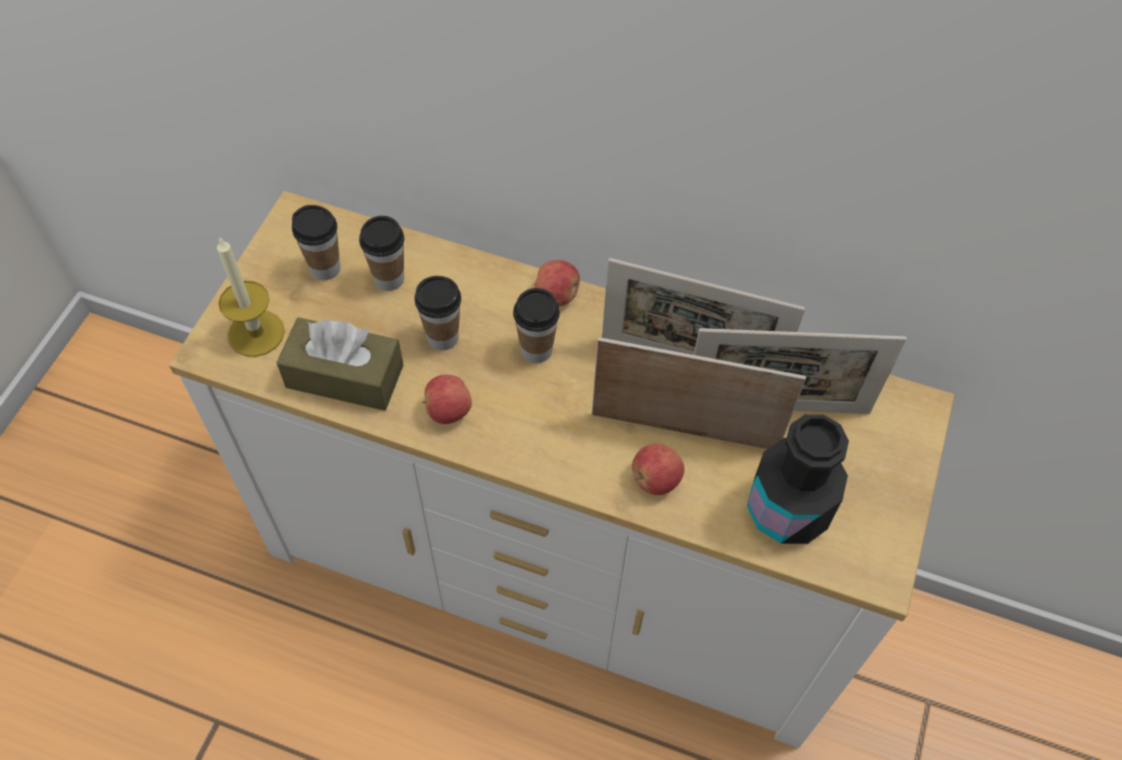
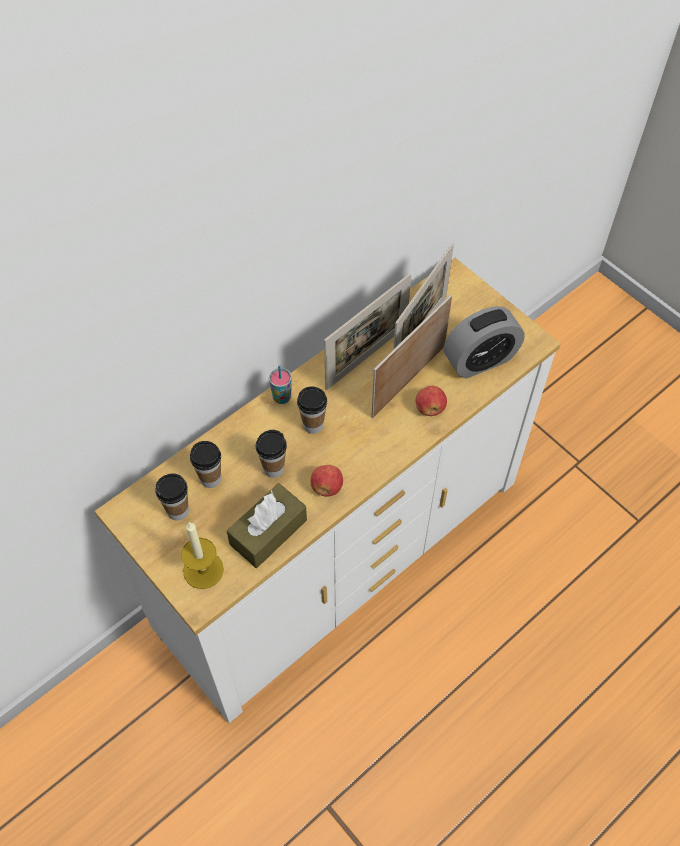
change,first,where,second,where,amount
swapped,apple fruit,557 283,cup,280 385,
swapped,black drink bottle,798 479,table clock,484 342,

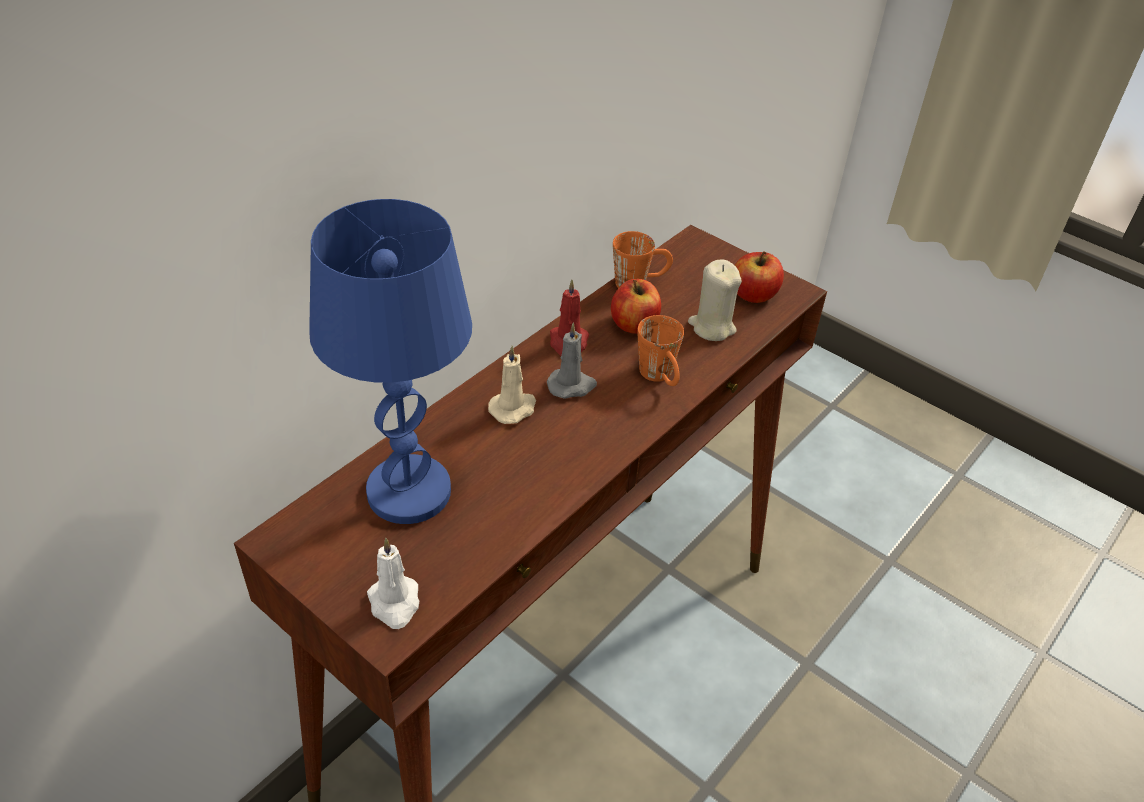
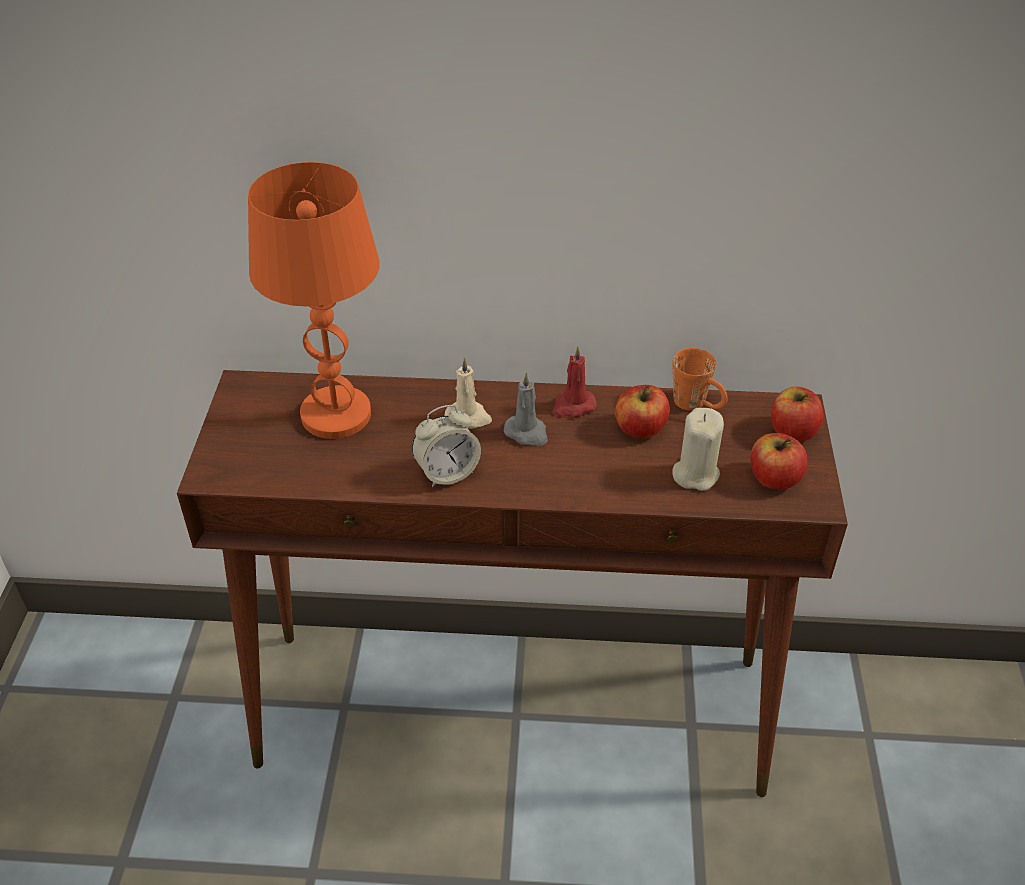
change,first,where,second,where,amount
repainted,blue-coloured tabletop lamp,390 361,orange-coloured tabletop lamp,314 300,
gone,orange-coloured mug,660 350,,,
gone,white-coloured wax light,393 583,,,
new,,,apple fruit,797 414,
new,,,table clock,446 446,

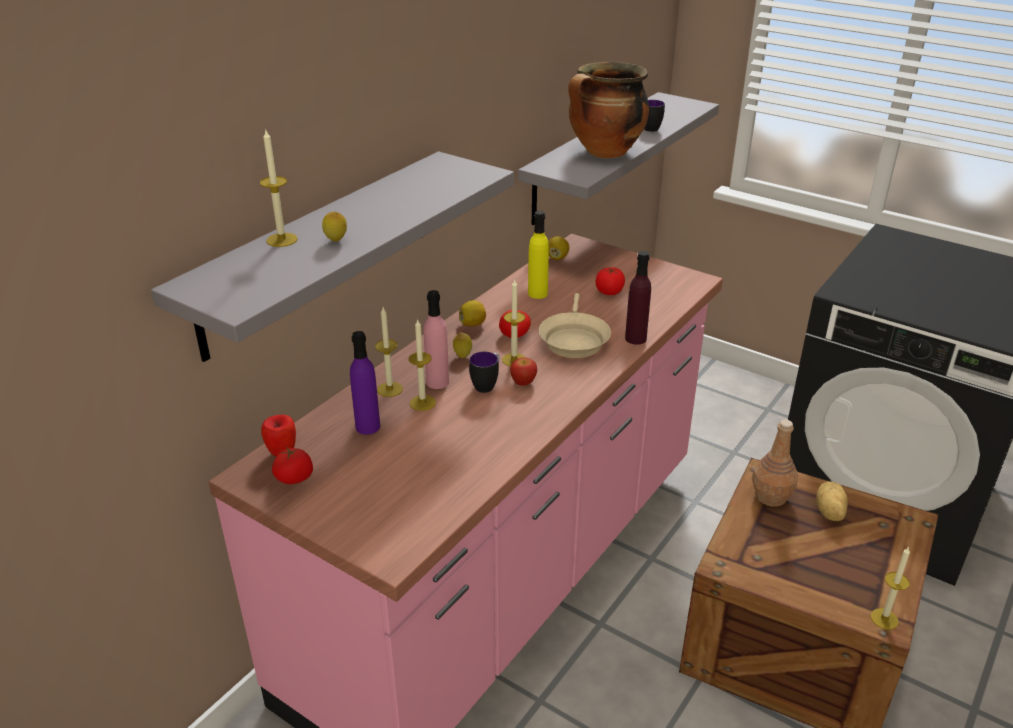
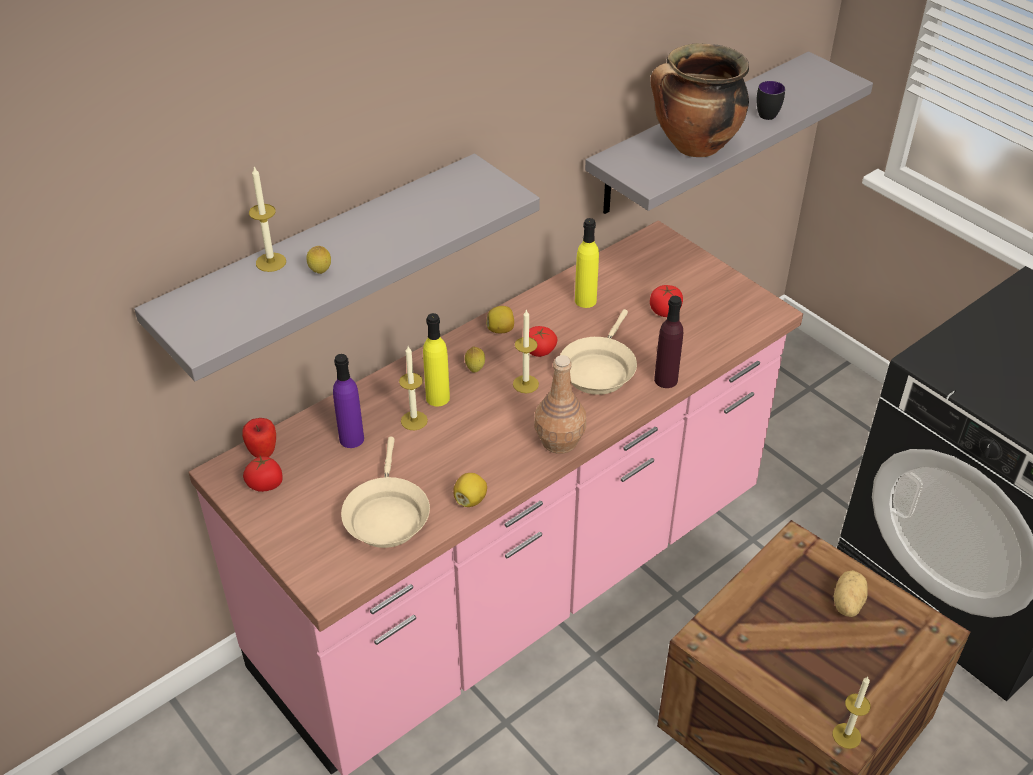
change,first,where,second,where,amount
shifted,citrus fruit,558 248,,470 490,
repainted,pink drink bottle,436 339,yellow-coloured drink bottle,436 359,
gone,wax light,389 352,,,
gone,mug,484 372,,,
gone,apple fruit,523 372,,,
shifted,brown-coloured drink bottle,775 463,,560 404,
new,,,sand-coloured frying pan,385 492,

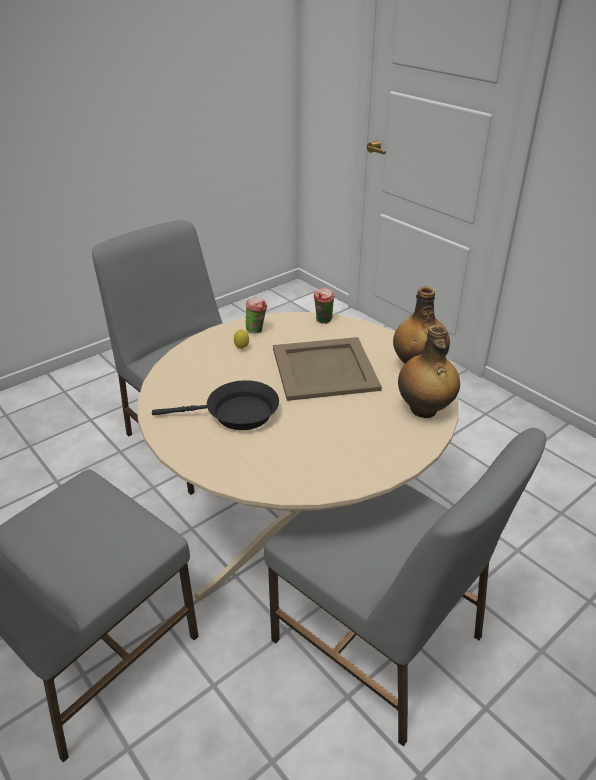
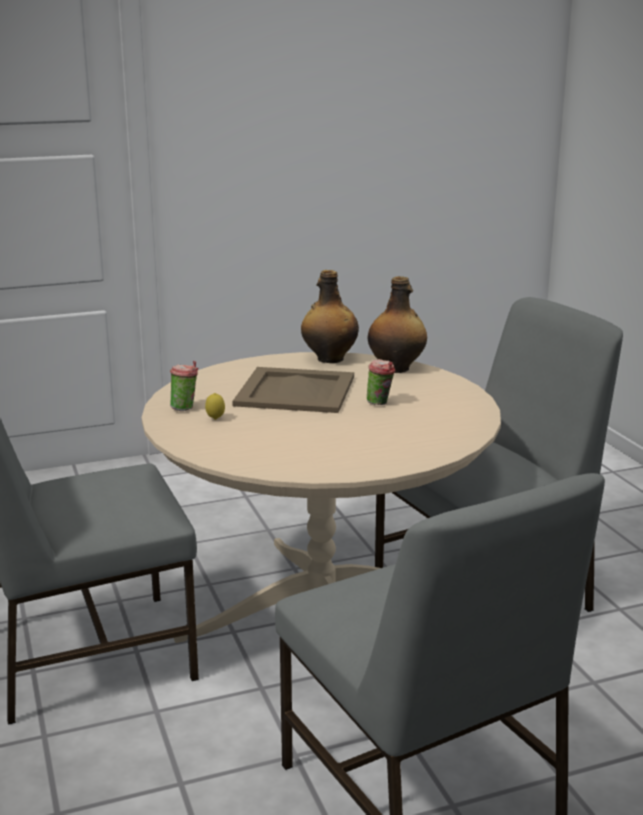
change,first,where,second,where,amount
shifted,cup,324 306,,381 382,
gone,black frying pan,215 405,,,

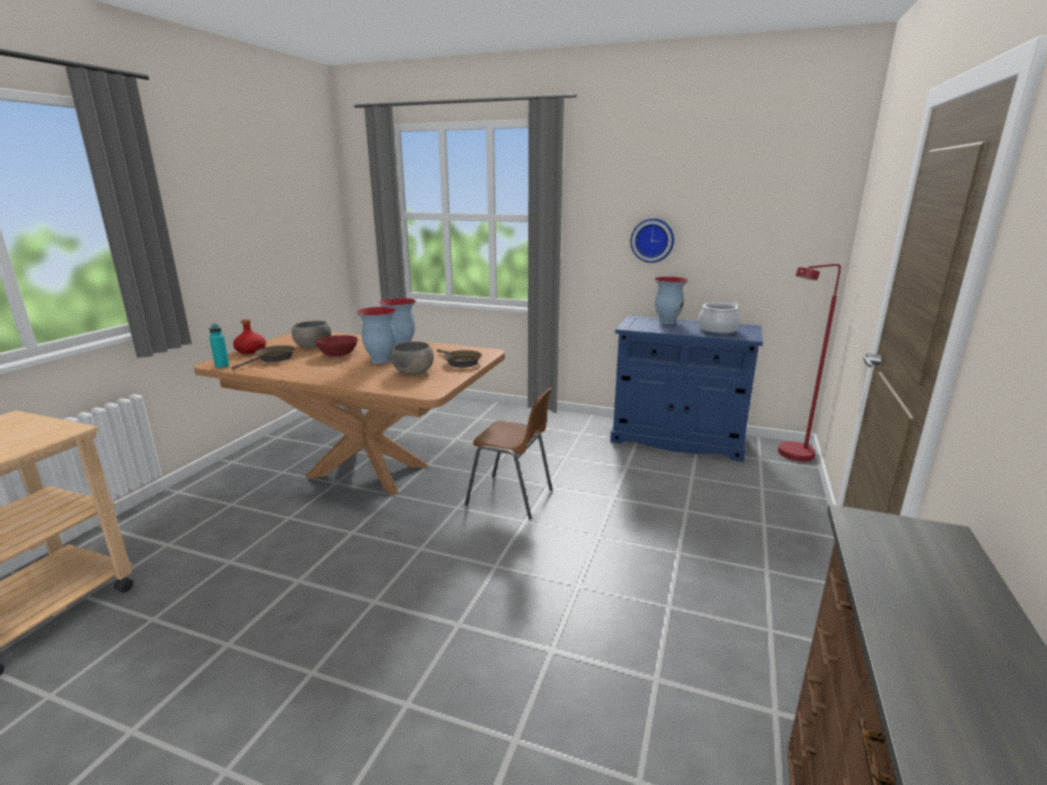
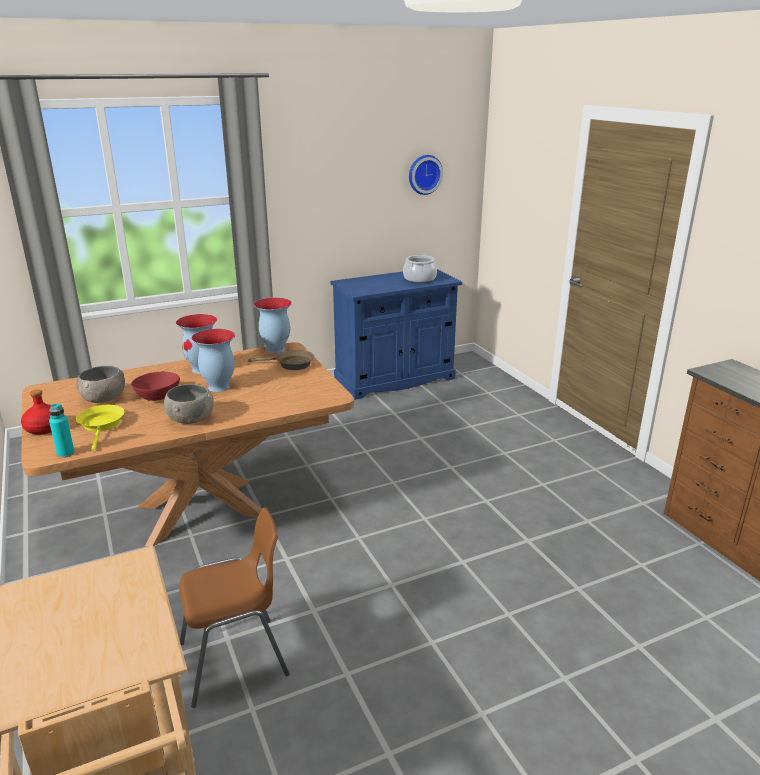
change,first,where,second,where,amount
shifted,wall clock,652 240,,426 175,
gone,red-coloured floor lamp,809 363,,,
shifted,flower vase,671 300,,273 325,
shifted,grey bowl,412 357,,189 404,
repainted,brown-coloured frying pan,263 357,yellow-coloured frying pan,100 428,
shifted,brown-coloured chair,509 453,,234 608,

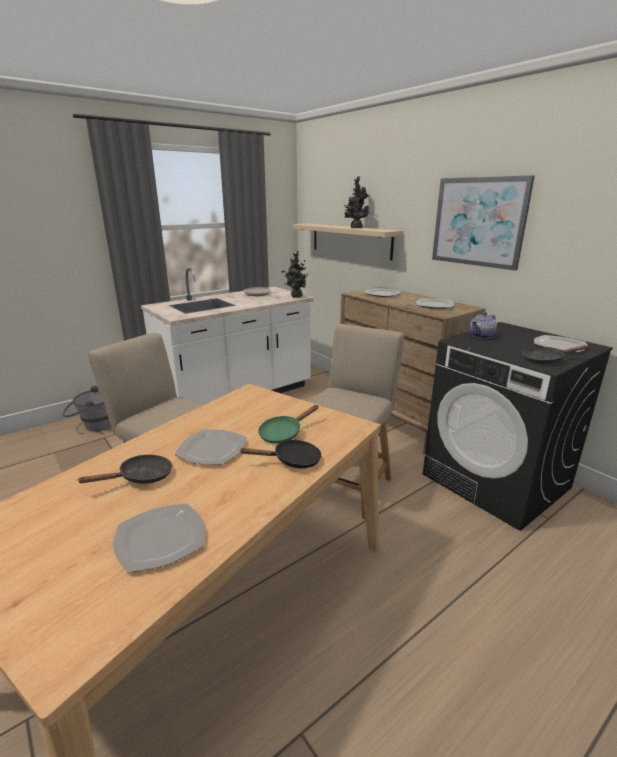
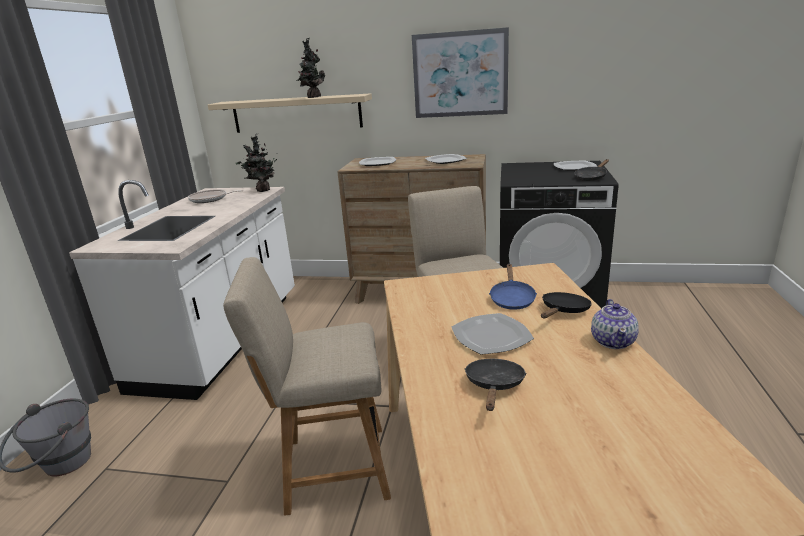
change,first,where,second,where,amount
shifted,pot for tea,483 325,,615 324,
repainted,greenish frying pan,288 424,blue-coloured frying pan,513 287,
gone,flat dish,159 537,,,

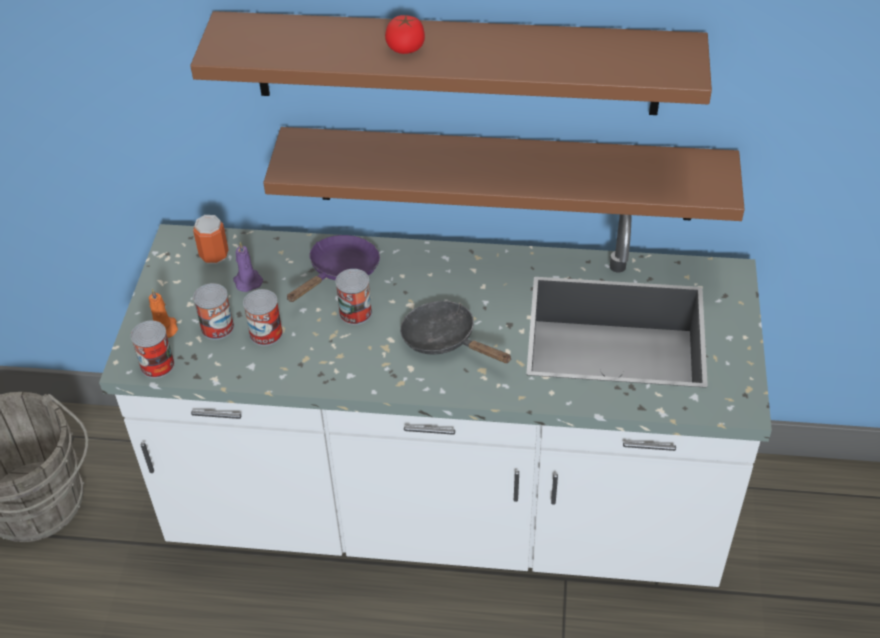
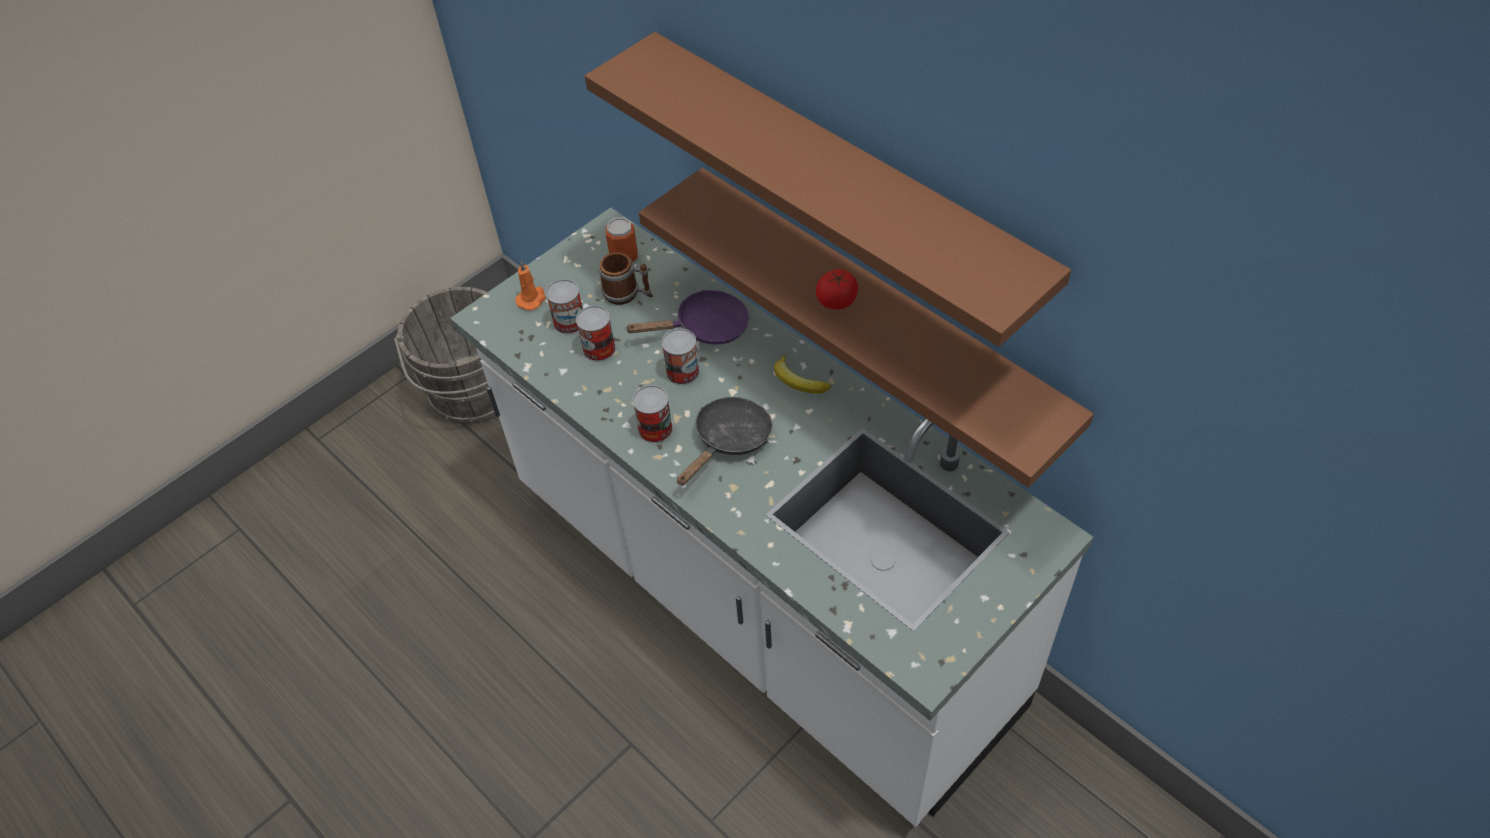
change,first,where,second,where,amount
shifted,fresh tomato,405 34,,837 289,
swapped,purple-coloured wax light,248 267,mug,626 278,
rotated,black frying pan,456 332,,725 441,45 degrees clockwise
shifted,metal can,153 349,,652 414,
new,,,whole banana,802 374,

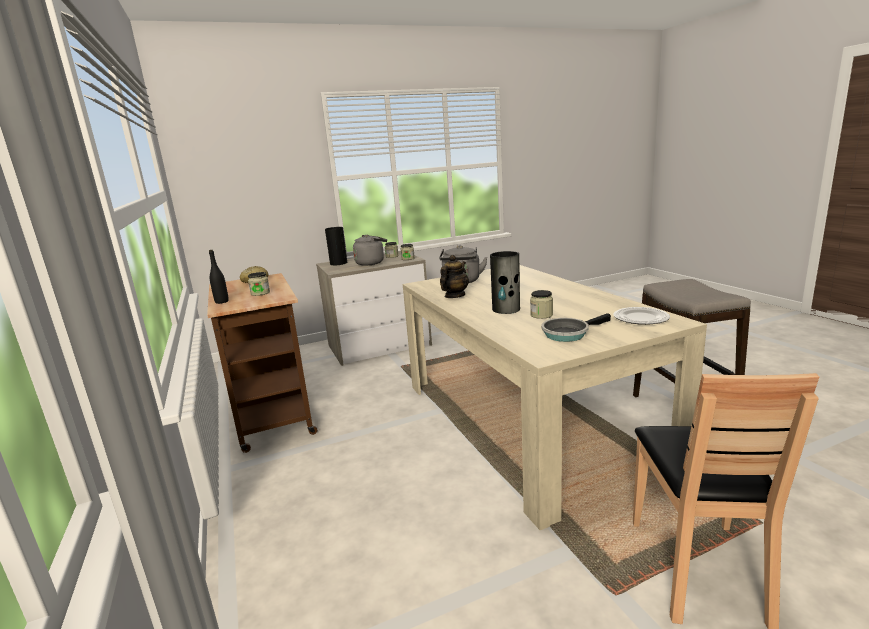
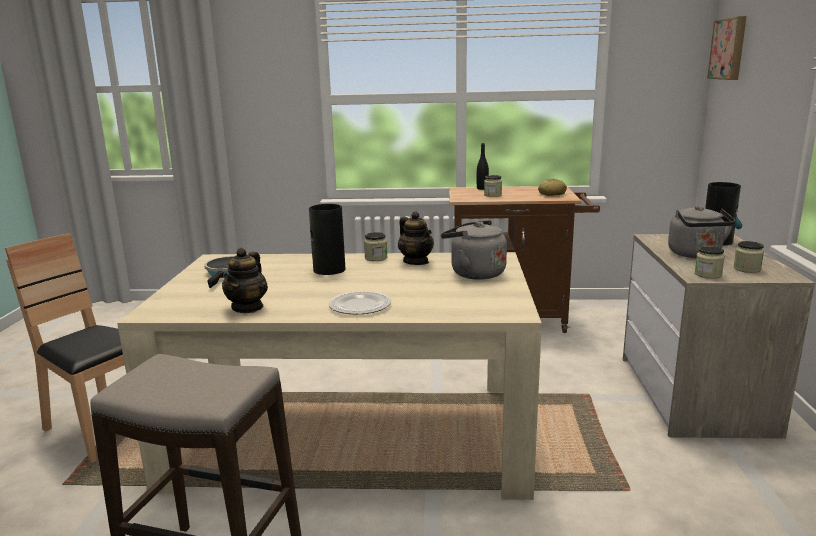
change,first,where,second,where,amount
shifted,storage jar,541 304,,376 246,
shifted,flat dish,641 316,,359 302,
new,,,wall picture,727 48,
new,,,pot for tea,245 280,

